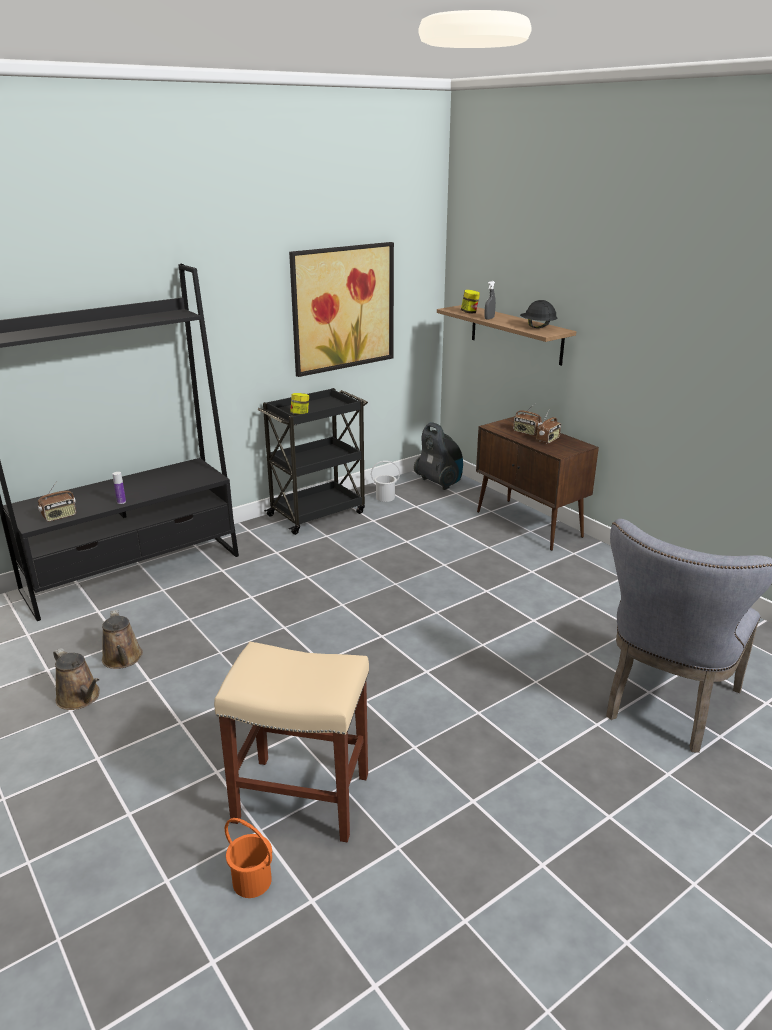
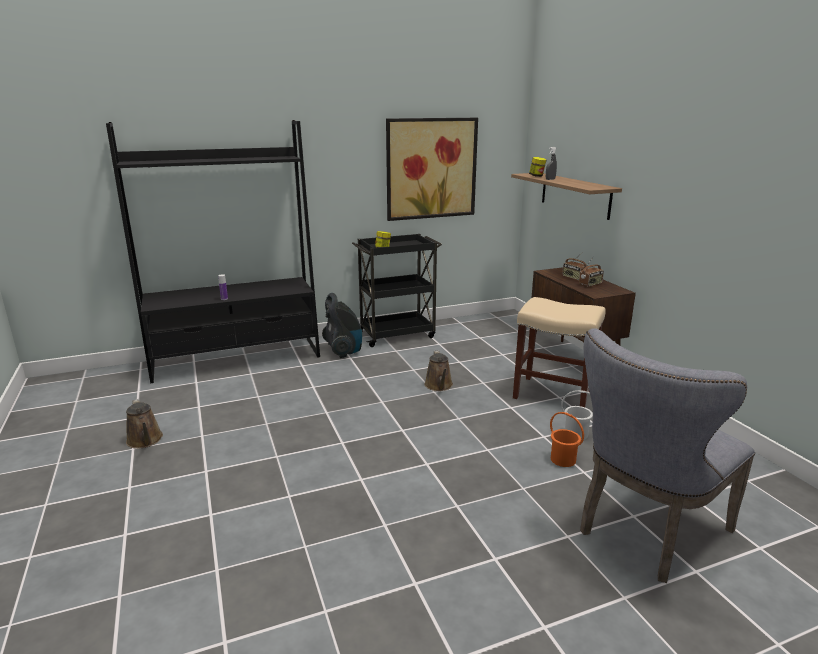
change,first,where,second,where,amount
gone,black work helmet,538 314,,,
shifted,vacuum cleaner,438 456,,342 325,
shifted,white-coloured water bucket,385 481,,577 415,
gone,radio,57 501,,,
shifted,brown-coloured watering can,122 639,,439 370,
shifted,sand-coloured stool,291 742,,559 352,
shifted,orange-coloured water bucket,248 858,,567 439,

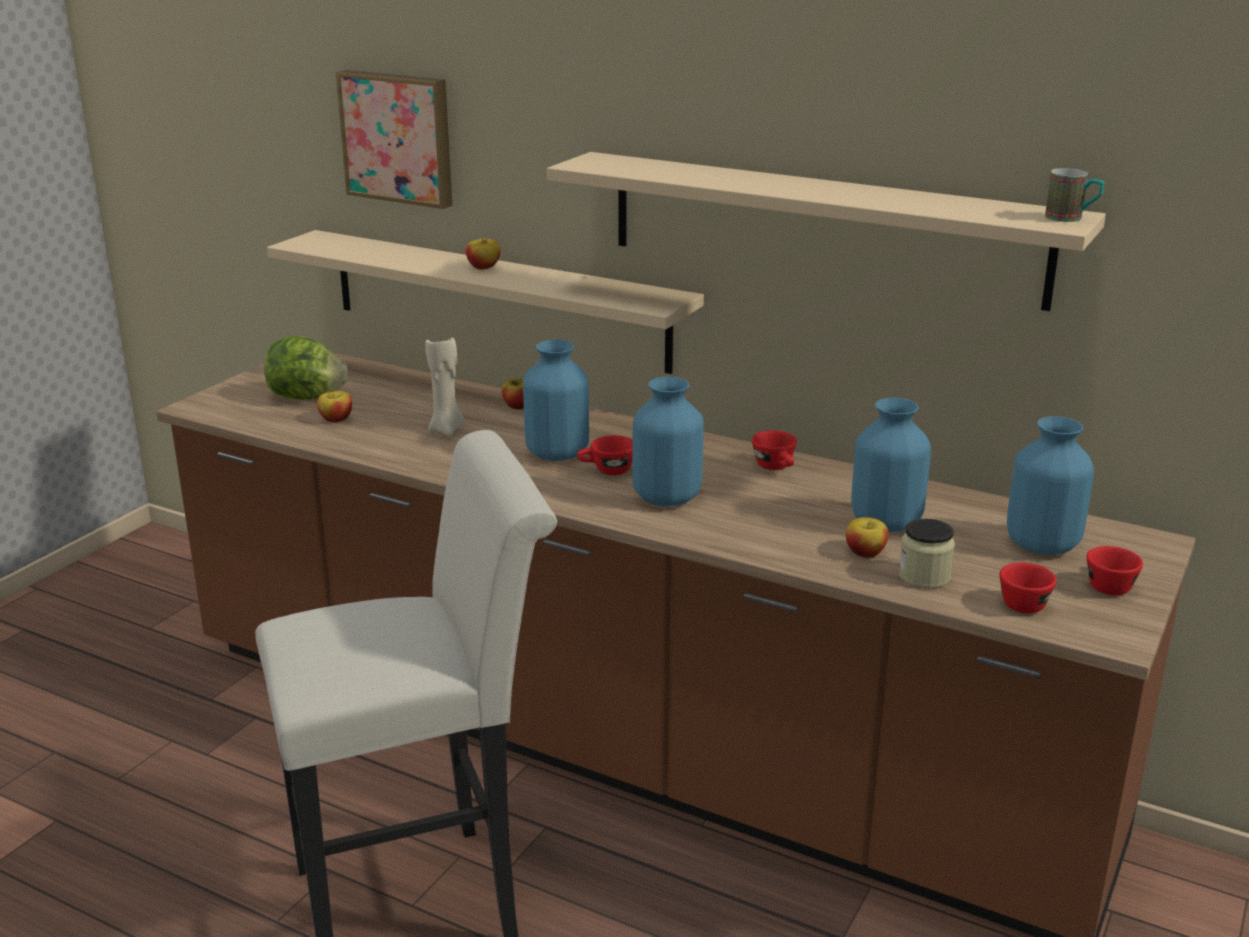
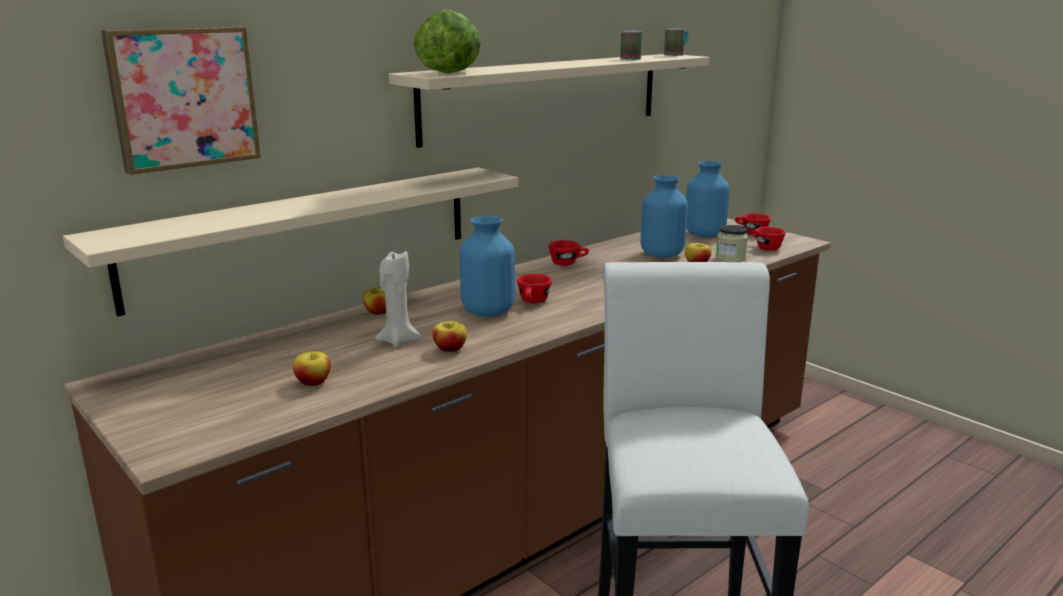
change,first,where,second,where,amount
shifted,apple fruit,482 254,,449 336,
shifted,lettuce head,306 368,,447 41,
gone,blue-coloured flower vase,668 441,,,
new,,,mug,631 45,

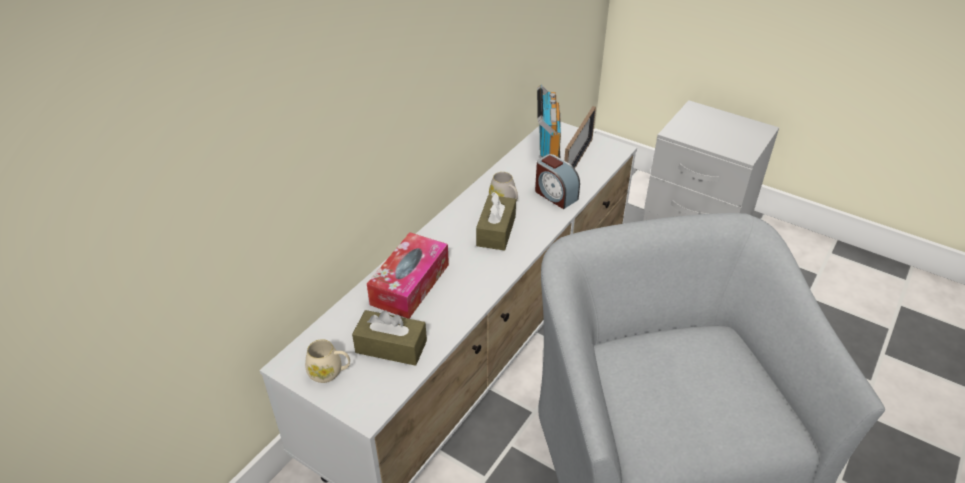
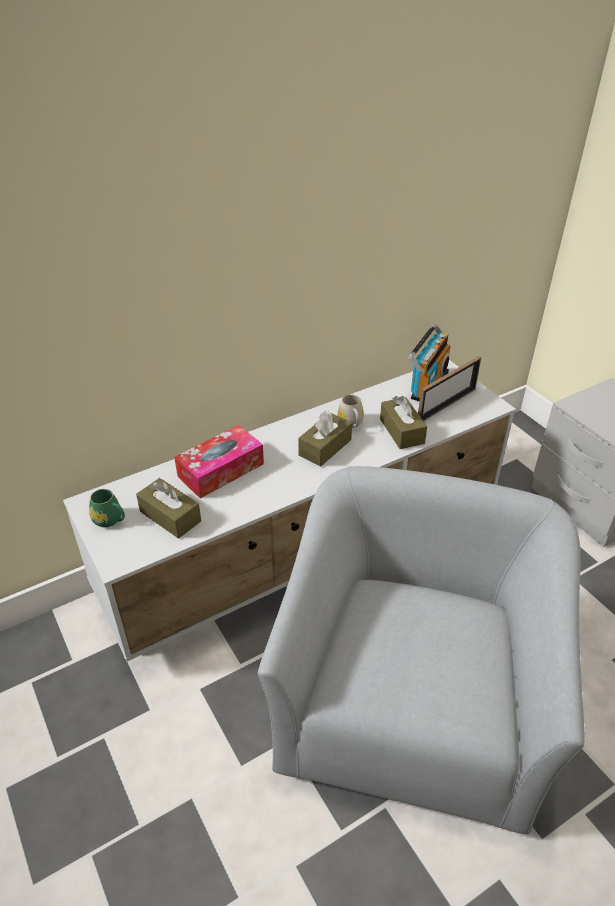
change,first,where,second,where,amount
swapped,table clock,557 181,brown-coloured box of tissues,403 422,
repainted,sand-coloured mug,327 361,greenish mug,107 508,

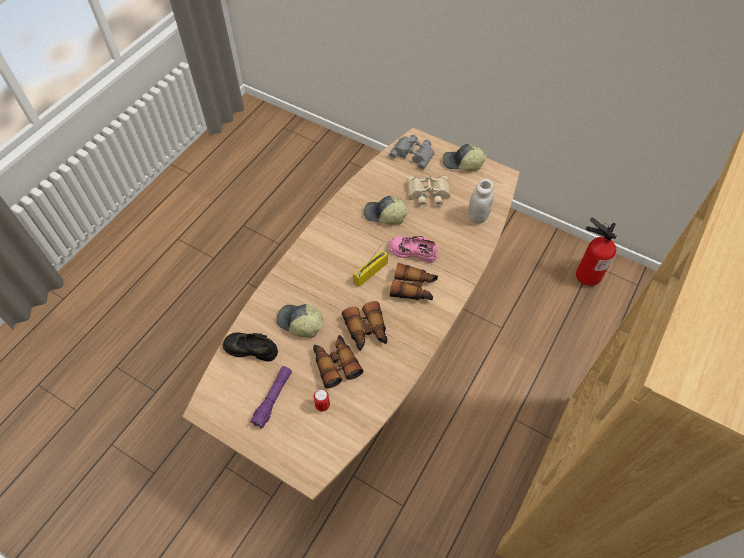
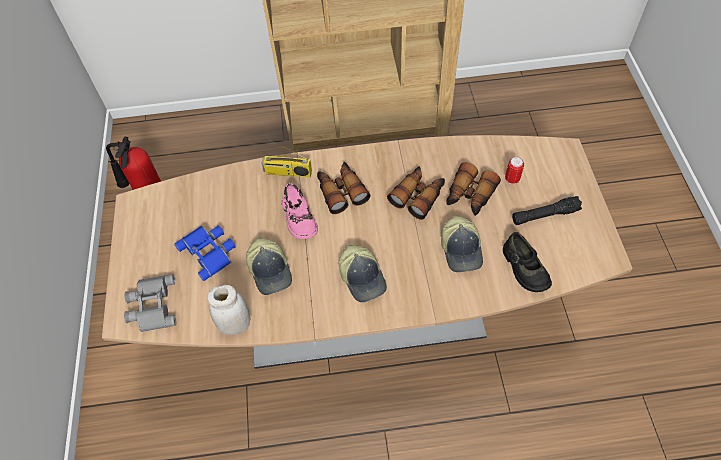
change,first,where,second,where,amount
shifted,peaked cap,465 157,,362 273,
repainted,sand-coloured pair of binoculars,428 191,blue-coloured pair of binoculars,205 253,
shifted,white-coloured storage jar,481 201,,228 310,
shifted,radio,370 264,,286 157,
repainted,purple-coloured hand torch,271 397,black hand torch,547 210,

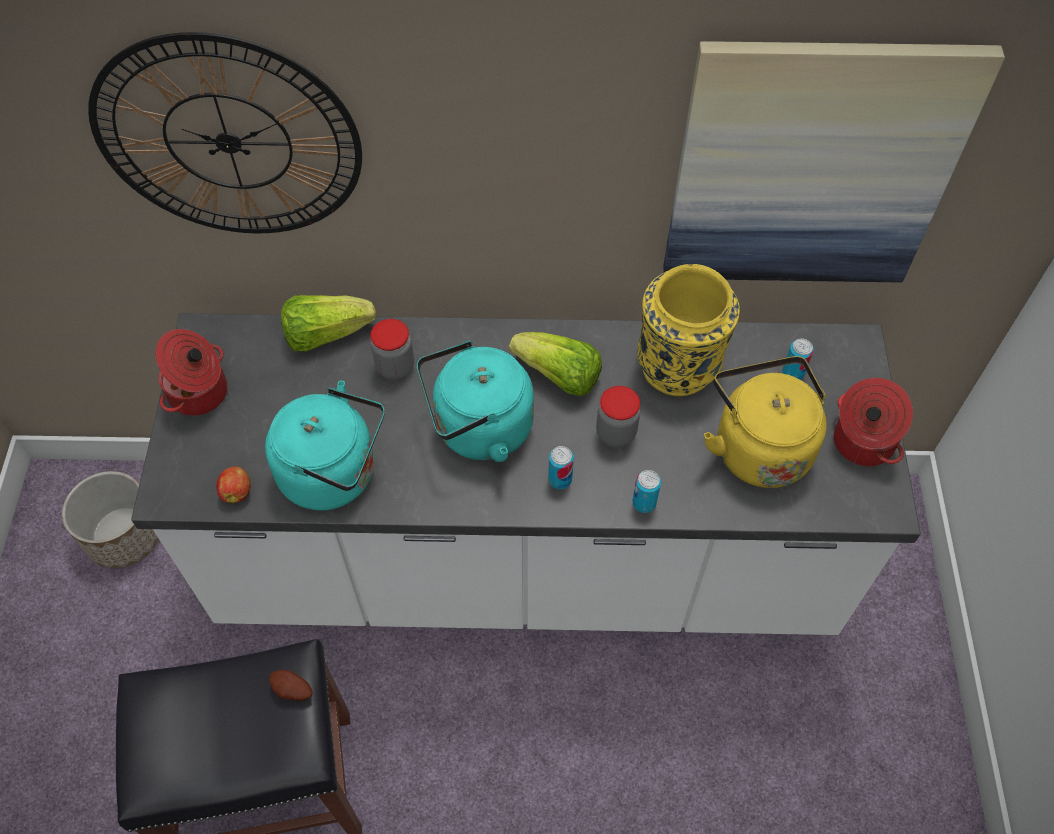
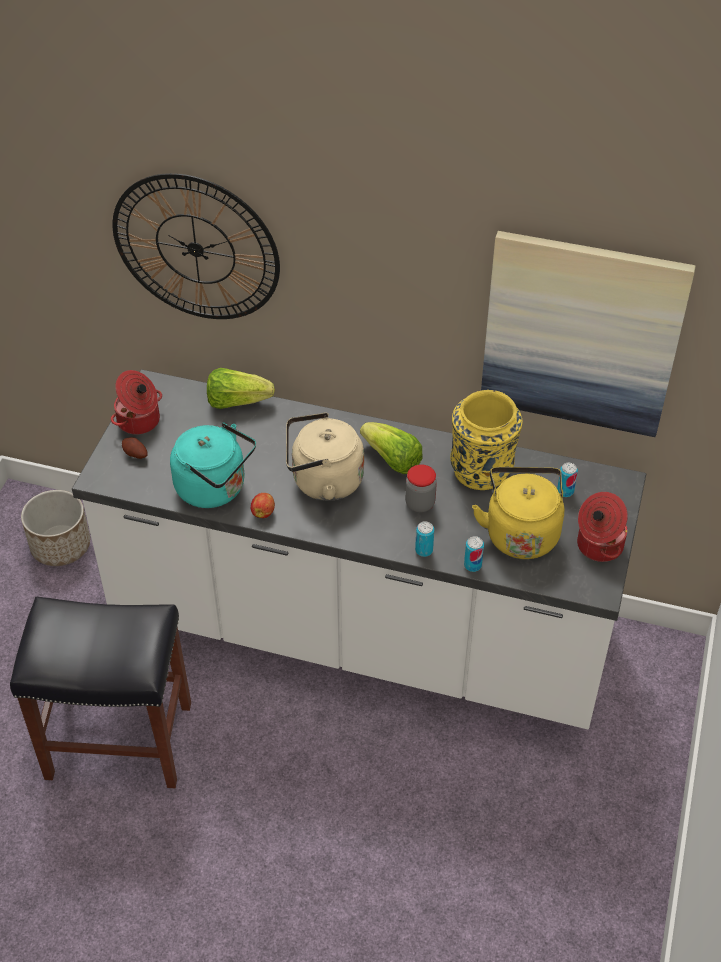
change,first,where,second,where,amount
gone,storage jar,392 349,,,
repainted,turquoise tea kettle,475 401,sand-coloured tea kettle,325 456,
shifted,metal can,561 467,,474 554,
shifted,apple fruit,234 484,,263 505,
shifted,spud,291 685,,135 448,

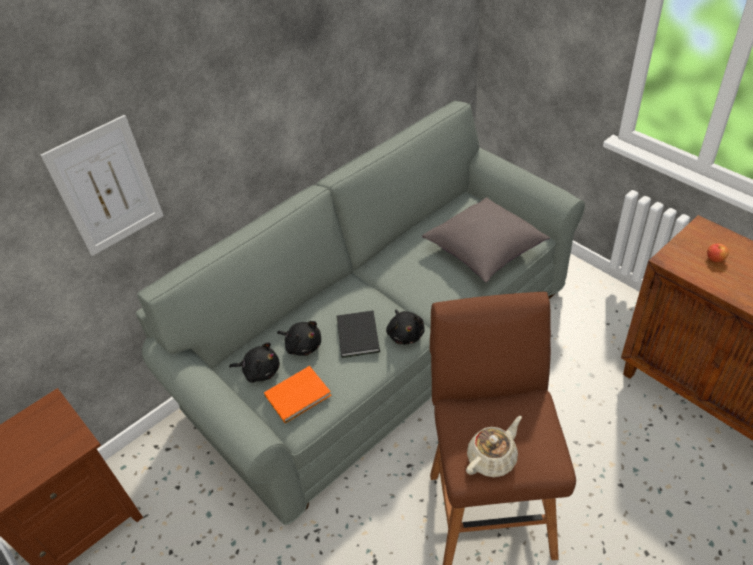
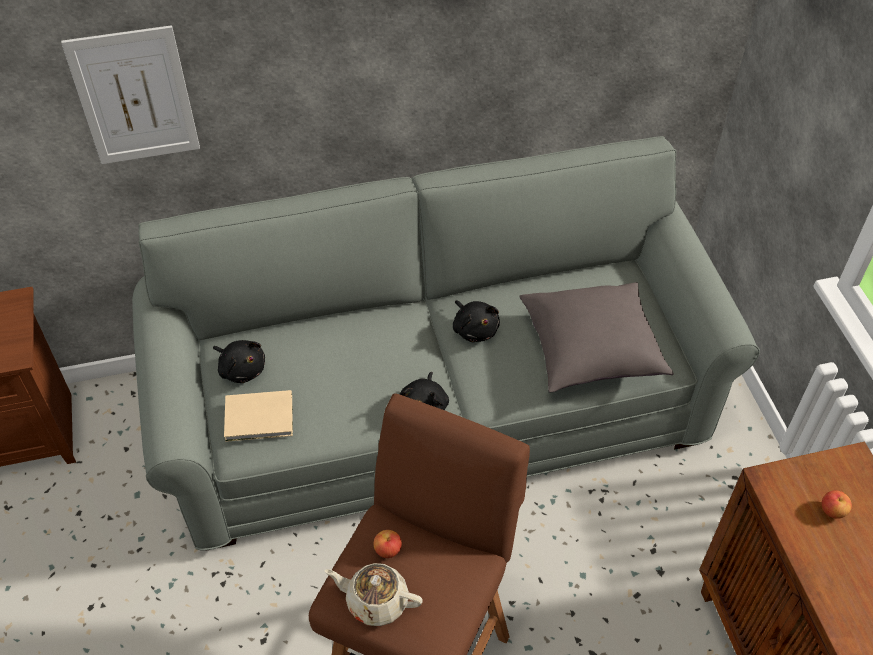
change,first,where,second,where,amount
gone,black book,358 334,,,
shifted,black cuddly toy,299 338,,476 321,
repainted,orange-coloured book,297 394,sand-coloured book,258 416,
rotated,sand-coloured pot for tea,494 446,,373 594,150 degrees counterclockwise
new,,,apple fruit,387 544,

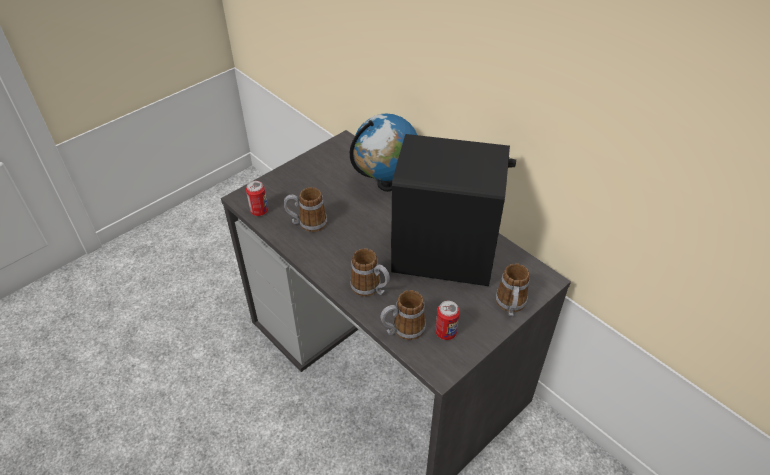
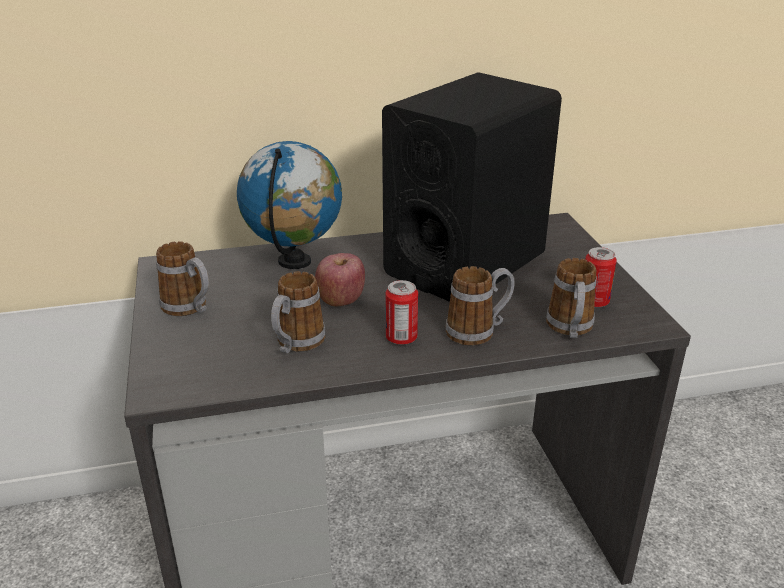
change,first,where,second,where,amount
shifted,metal can,257 198,,402 312,
shifted,mug,513 289,,182 278,
new,,,apple fruit,340 280,

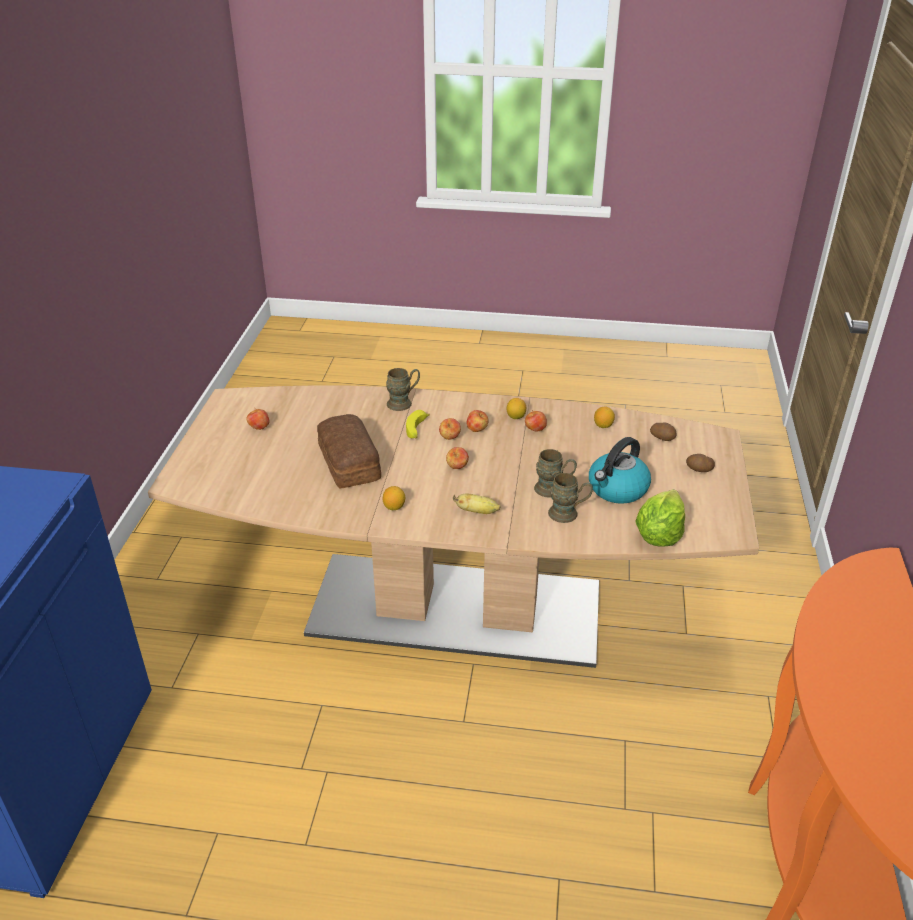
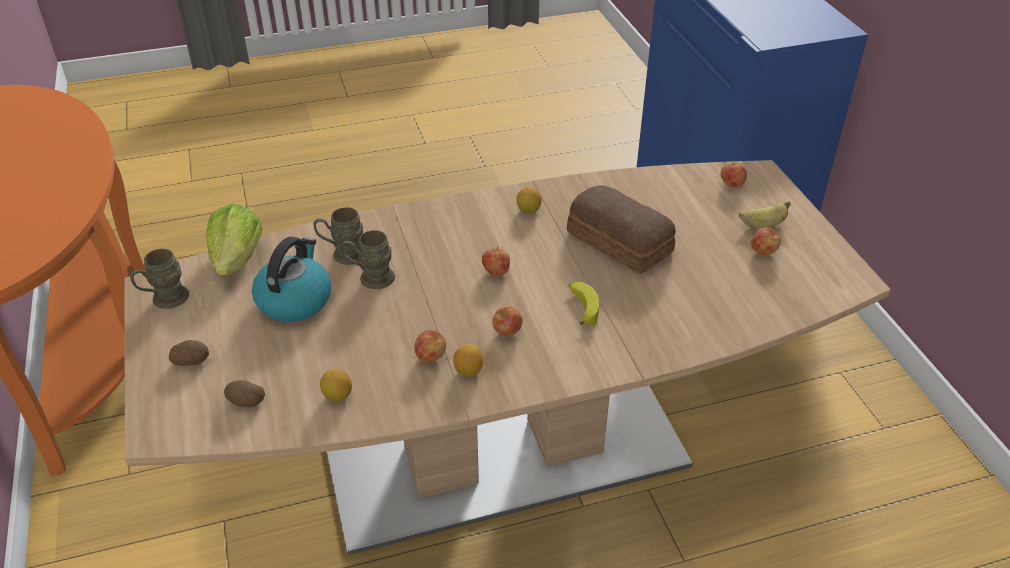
change,first,where,second,where,amount
shifted,brown-coloured mug,403 389,,159 279,
shifted,apple fruit,450 429,,733 174,
shifted,whole banana,477 504,,765 214,

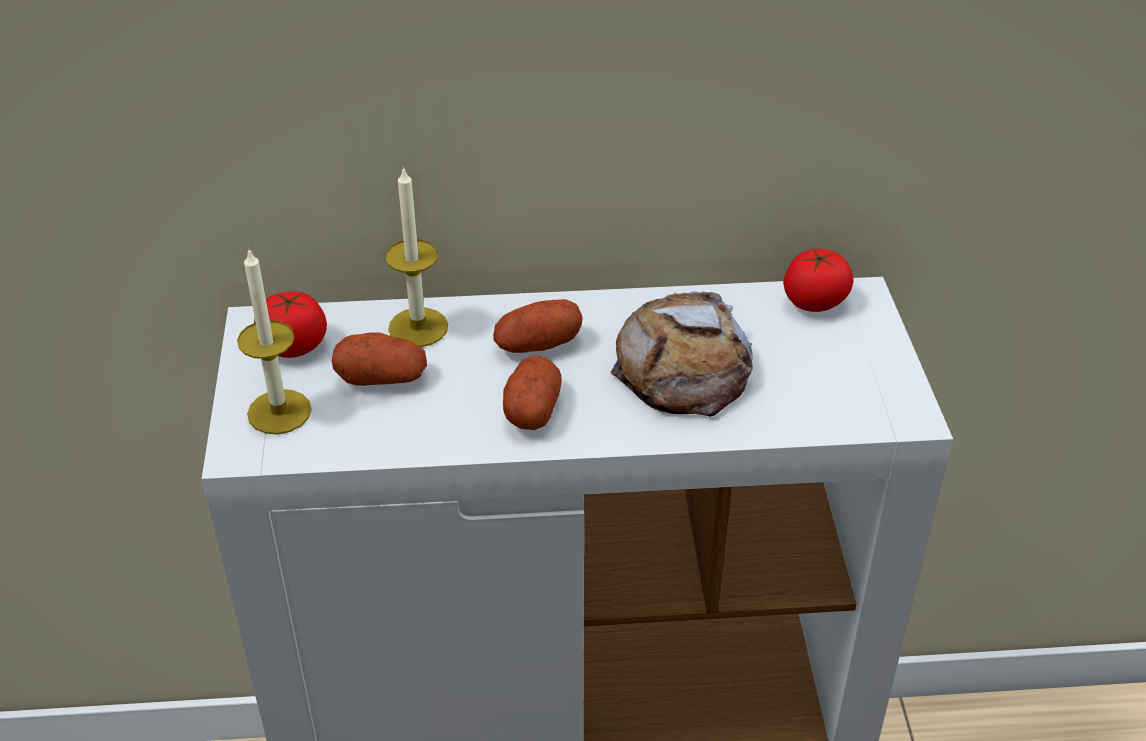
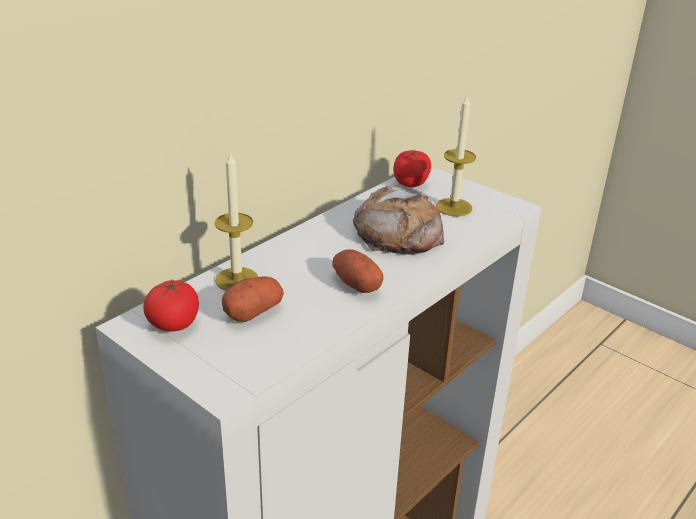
change,first,where,second,where,amount
shifted,wax light,274 341,,456 154,
gone,spud,538 326,,,

